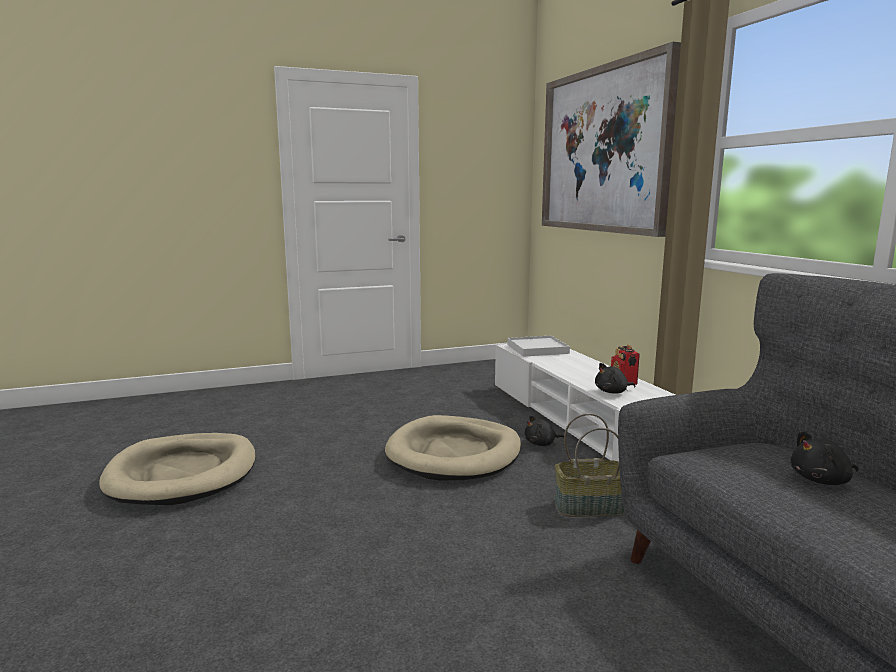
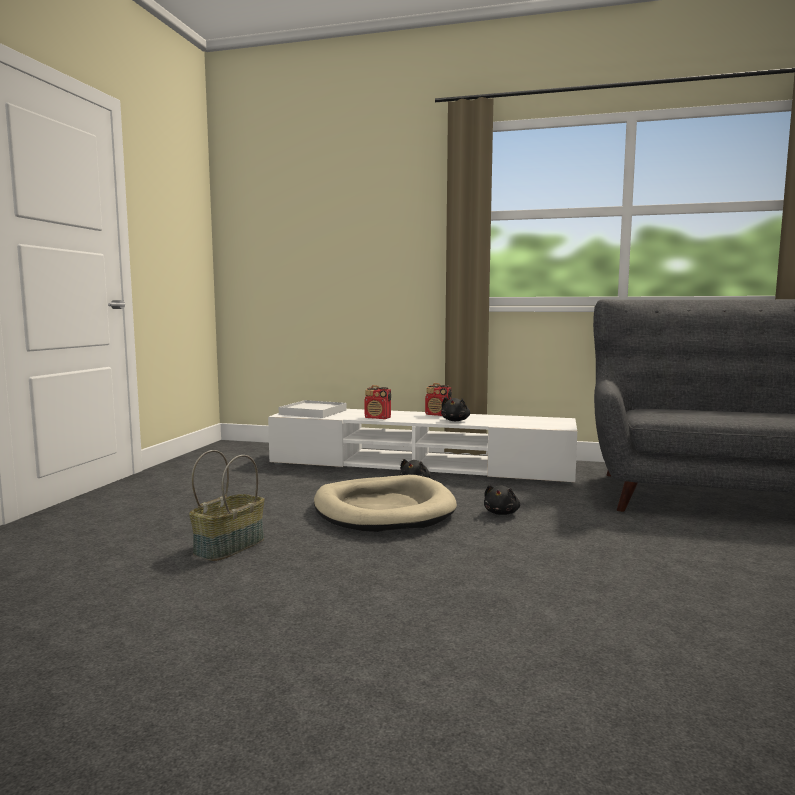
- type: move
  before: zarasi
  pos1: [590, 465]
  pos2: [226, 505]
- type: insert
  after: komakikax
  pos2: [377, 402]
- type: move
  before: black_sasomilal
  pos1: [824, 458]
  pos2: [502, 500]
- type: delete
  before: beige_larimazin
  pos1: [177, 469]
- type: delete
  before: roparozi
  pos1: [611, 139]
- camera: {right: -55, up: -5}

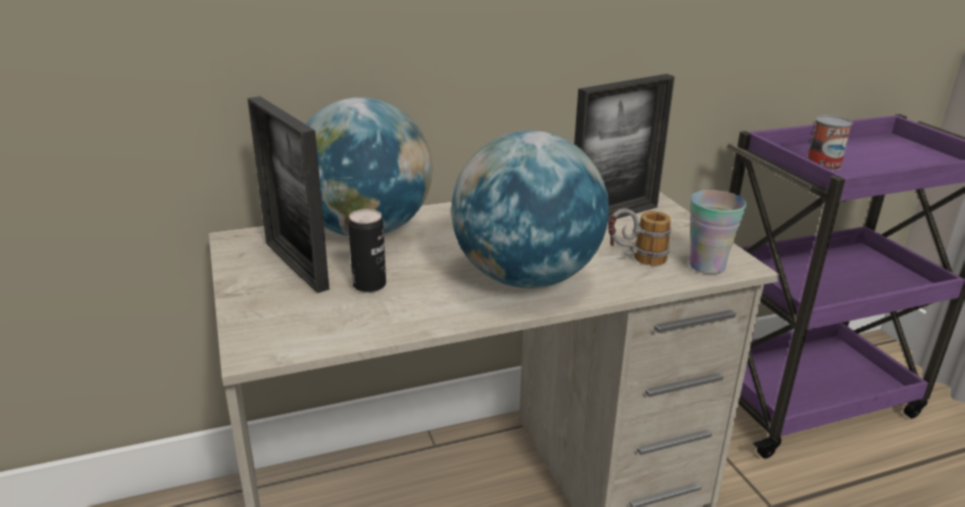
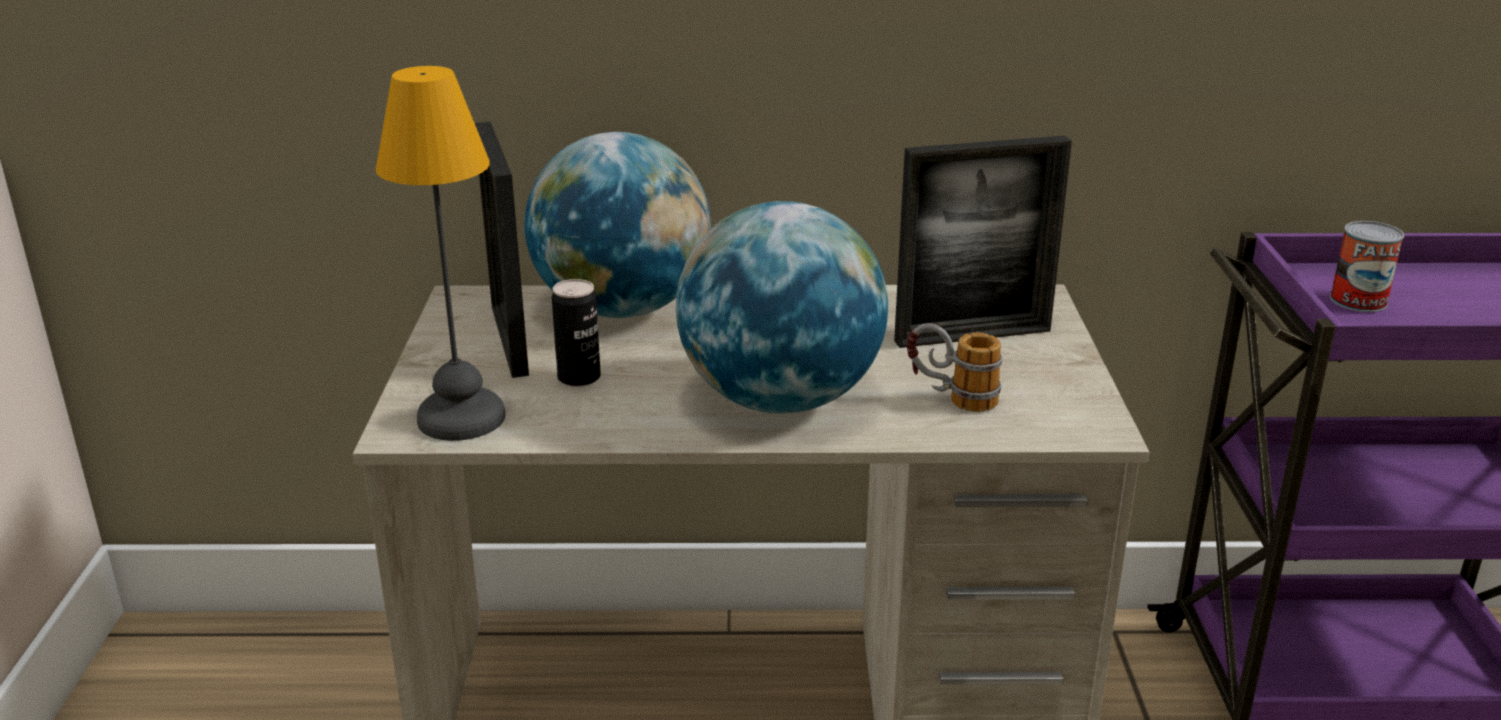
- type: insert
  after: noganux
  pos2: [440, 253]
- type: delete
  before: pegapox
  pos1: [717, 232]
- camera: {right: 20, up: 0}

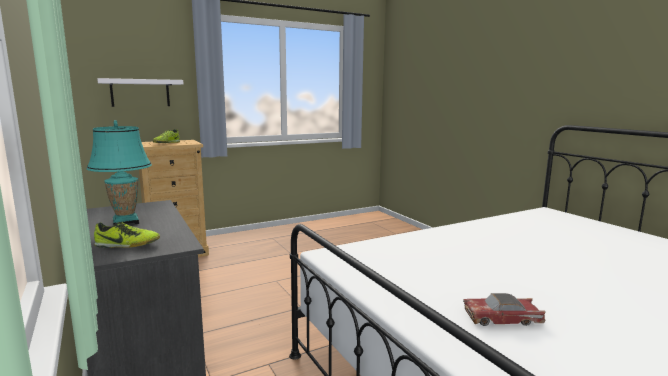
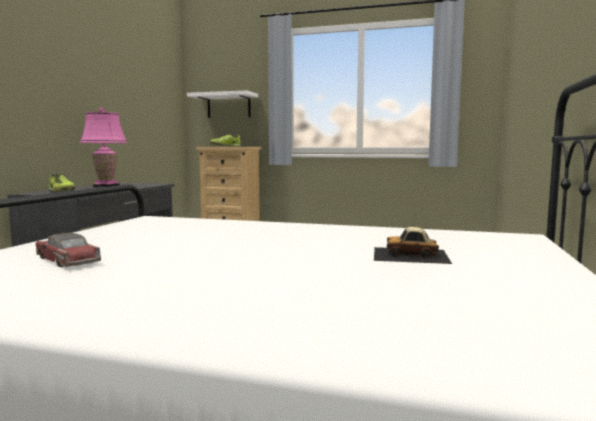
- type: recolor
  before: turquoise_noganux
  after: pink_noganux
  pos1: [119, 173]
  pos2: [104, 147]
- type: insert
  after: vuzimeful
  pos2: [413, 245]
- camera: {right: 45, up: -5}

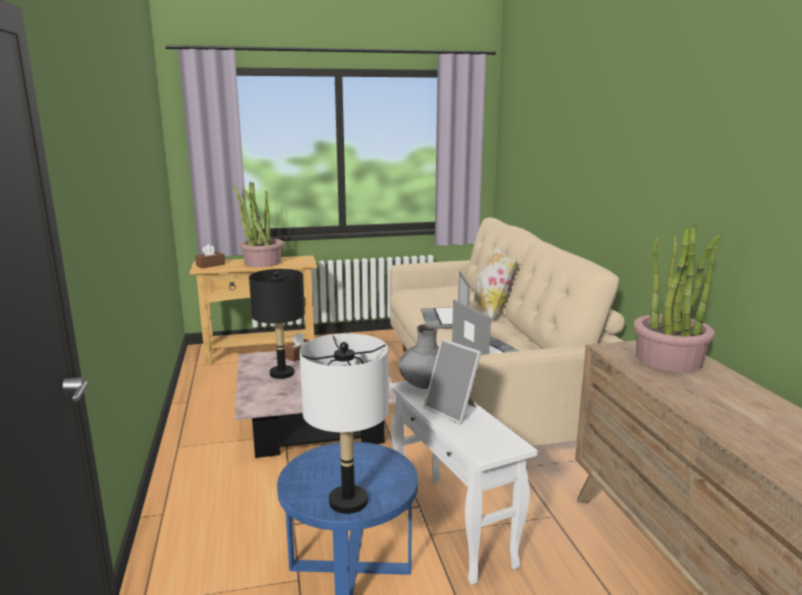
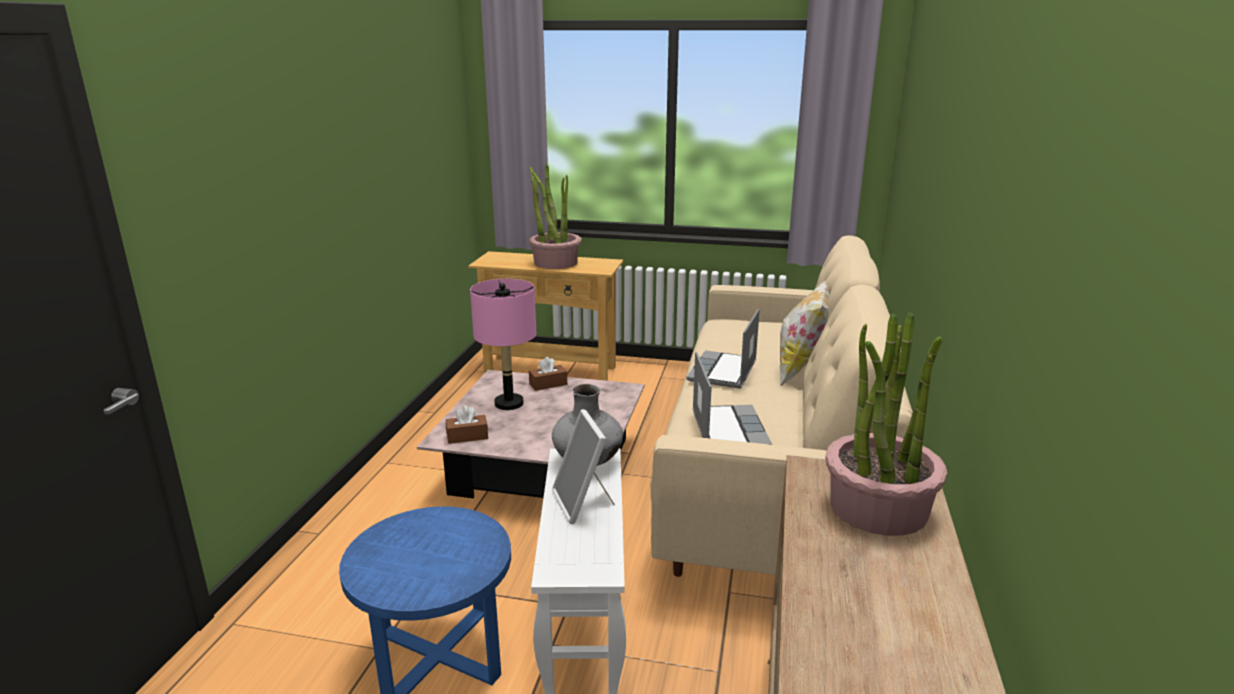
- type: move
  before: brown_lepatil
  pos1: [210, 256]
  pos2: [467, 424]
- type: recolor
  before: black_noganux
  after: pink_noganux
  pos1: [277, 324]
  pos2: [503, 344]
- type: delete
  before: white_noganux
  pos1: [344, 423]
- camera: {right: 25, up: 5}

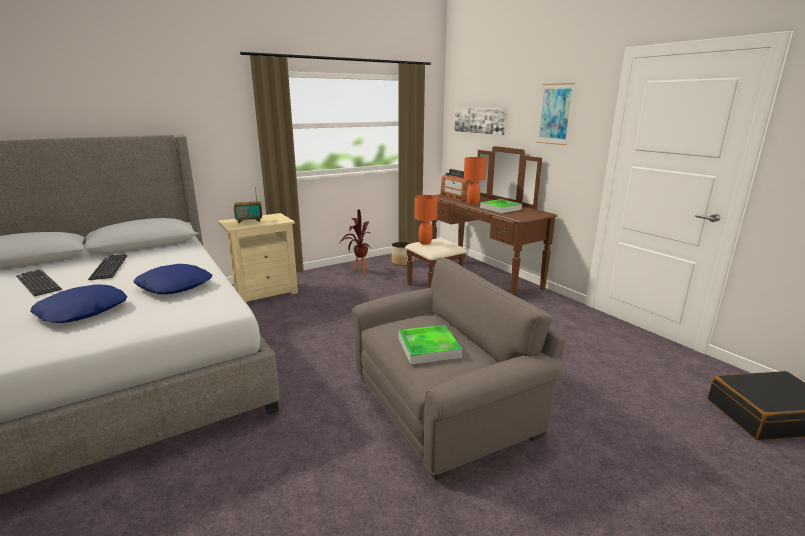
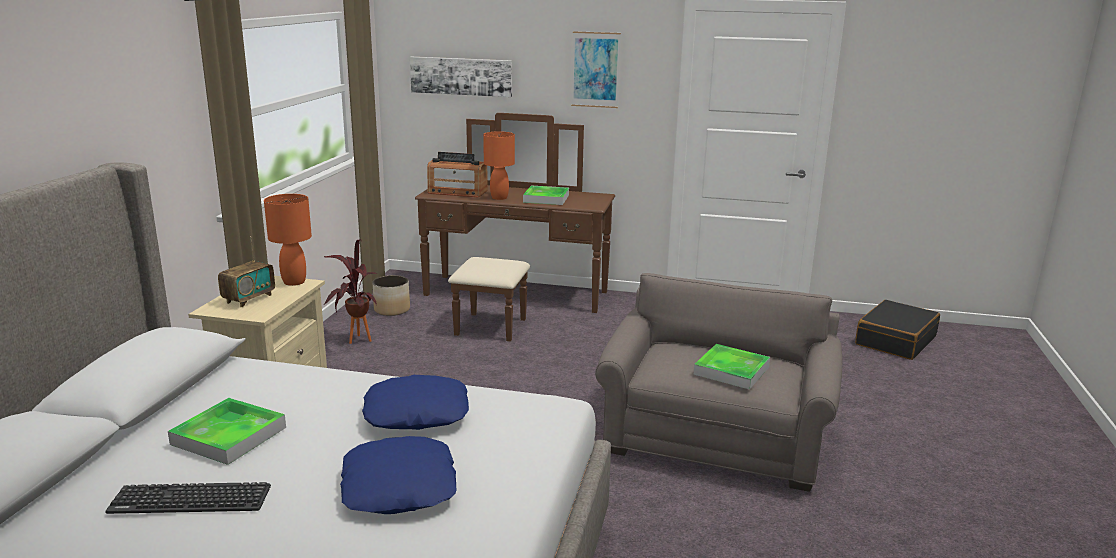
- type: replace
  before: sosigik
  after: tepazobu
  pos1: [107, 267]
  pos2: [227, 431]
- type: move
  before: orange_noganux
  pos1: [426, 220]
  pos2: [288, 240]
- camera: {right: -45, up: 0}

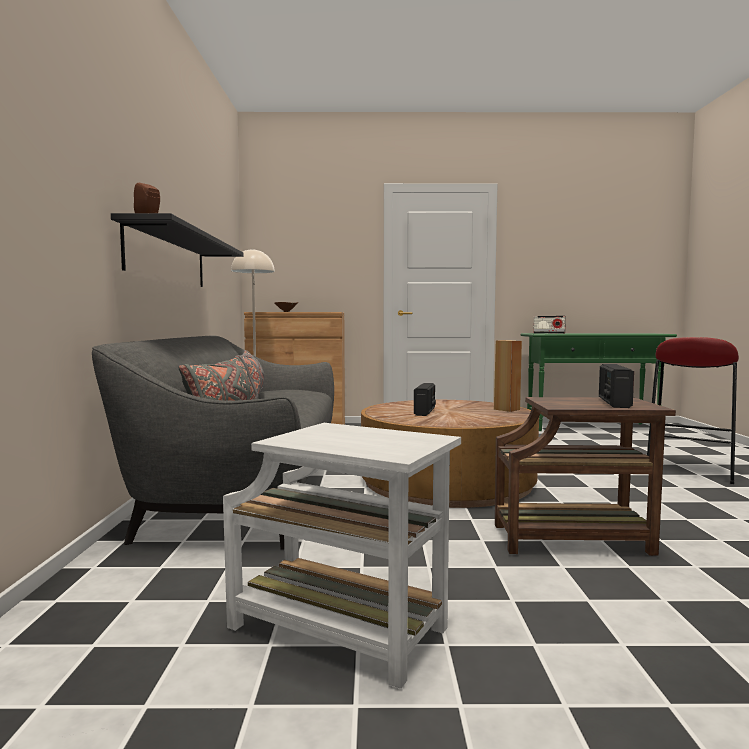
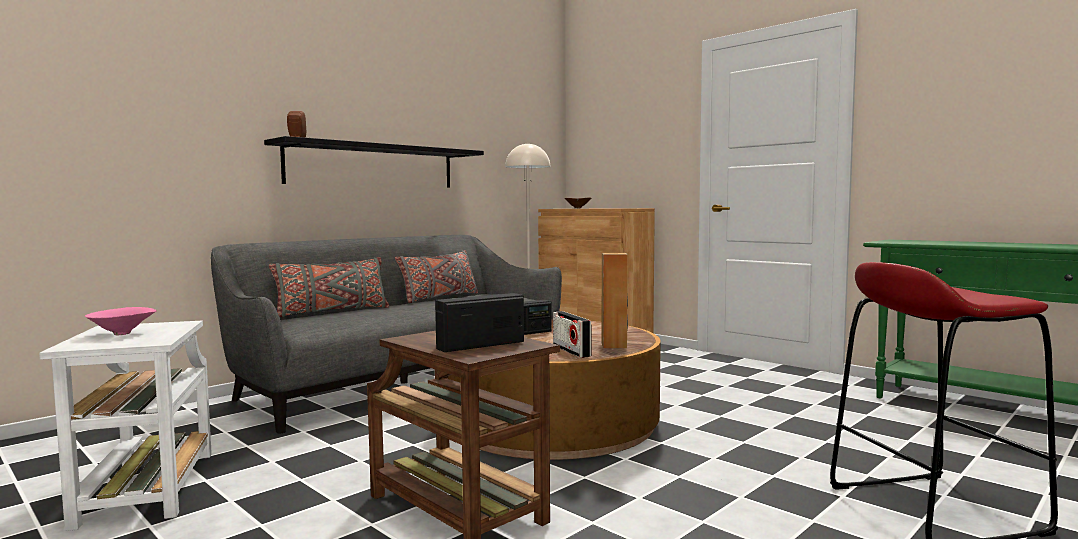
- type: insert
  after: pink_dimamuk
  pos2: [121, 321]
- type: move
  before: komakikax
  pos1: [549, 324]
  pos2: [572, 334]
- camera: {right: 45, up: 0}

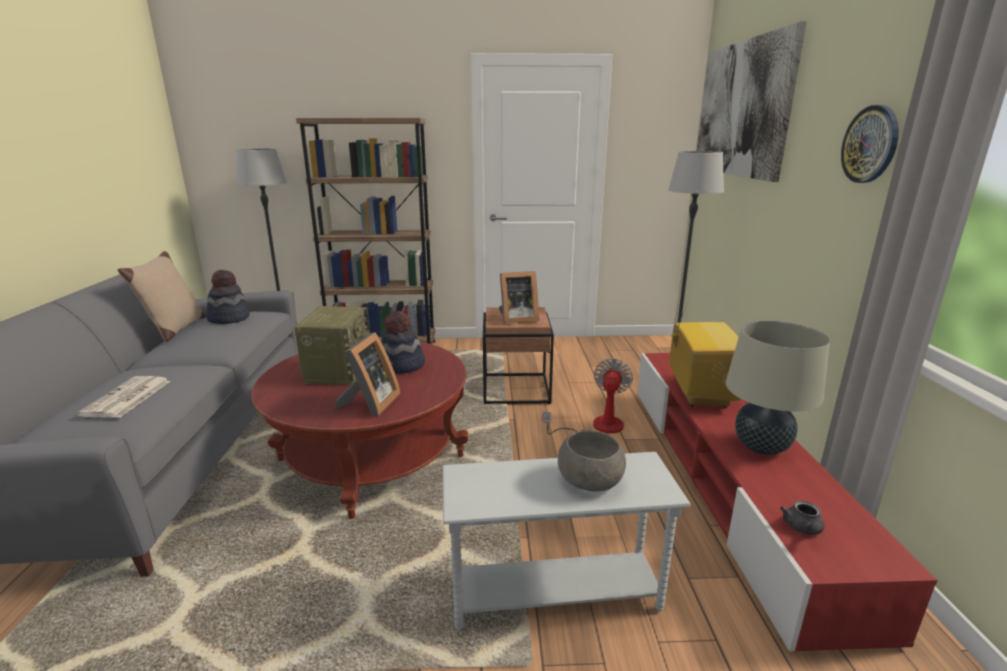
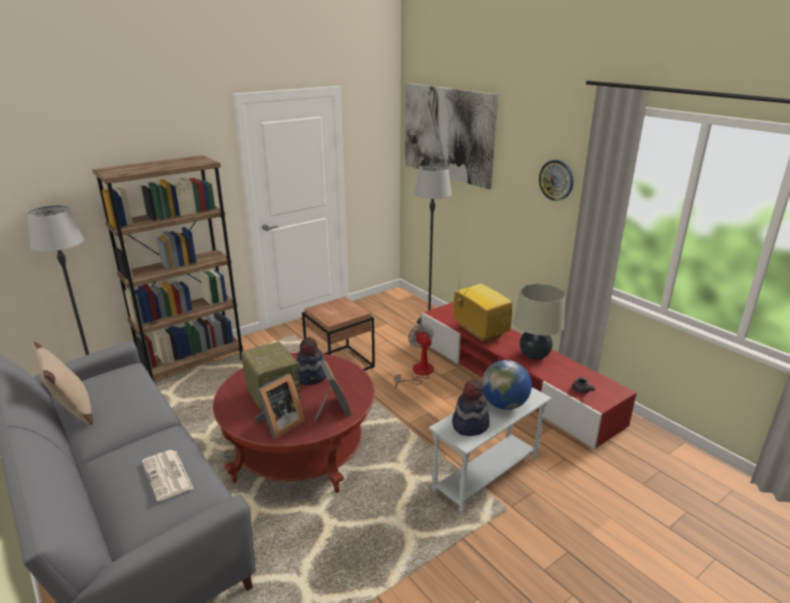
- type: move
  before: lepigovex
  pos1: [519, 297]
  pos2: [280, 406]
- type: move
  before: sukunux
  pos1: [228, 297]
  pos2: [471, 408]
- type: replace
  before: grey_dimamuk
  after: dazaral
  pos1: [592, 461]
  pos2: [507, 385]
- camera: {right: -35, up: 5}

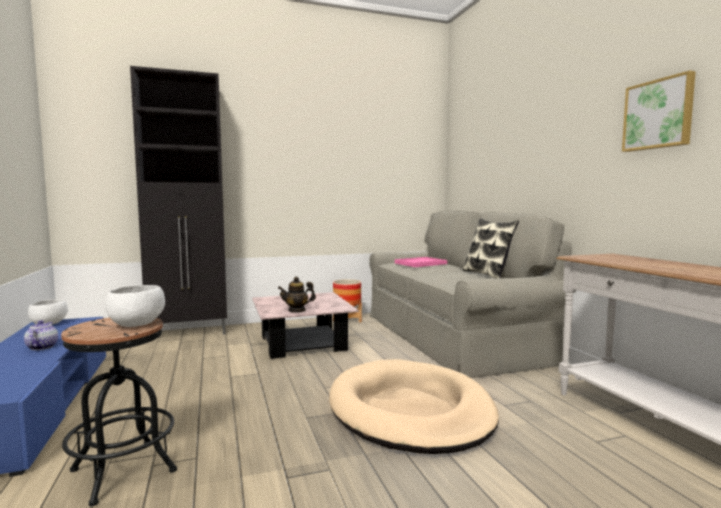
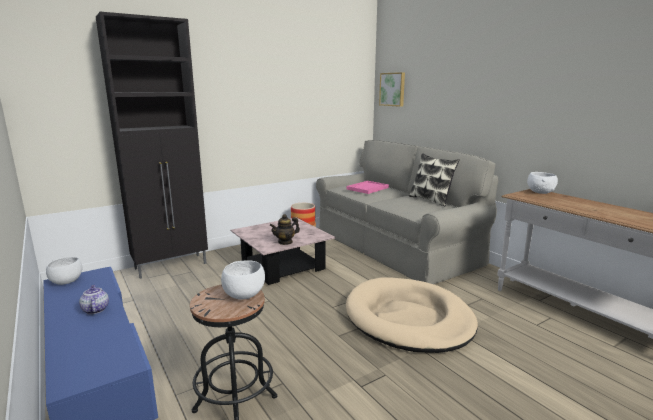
- type: move
  before: roparozi
  pos1: [659, 111]
  pos2: [392, 89]
- type: insert
  after: white_dimamuk
  pos2: [542, 183]
- camera: {right: -15, up: 10}

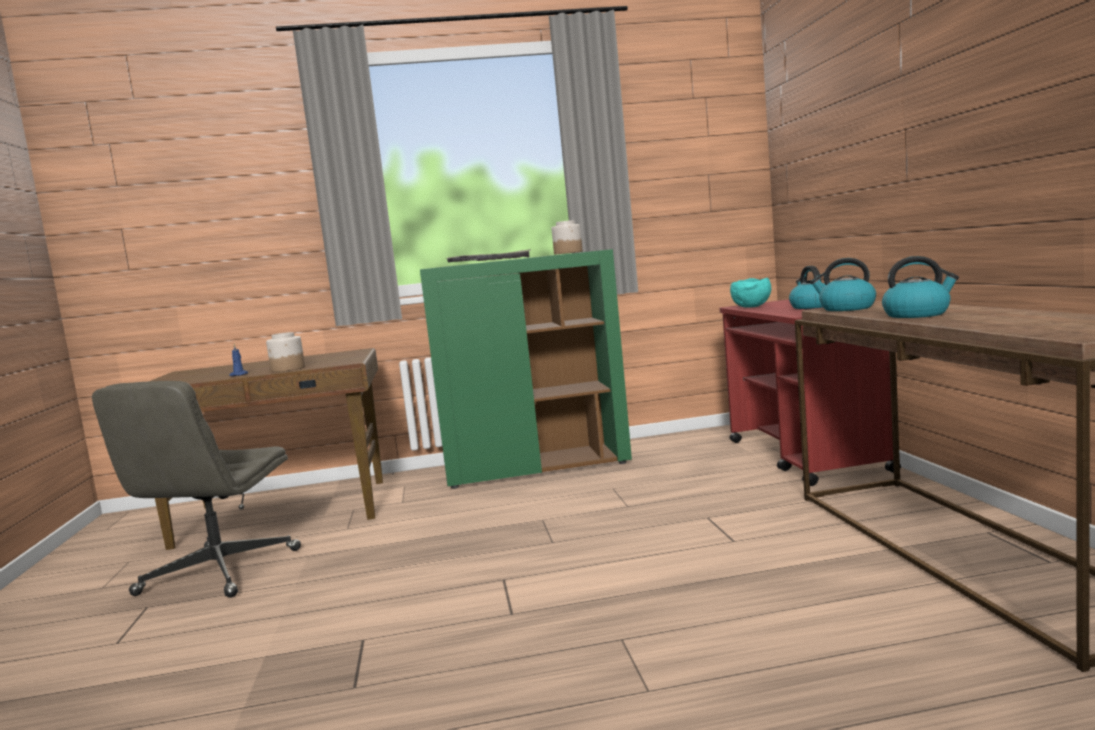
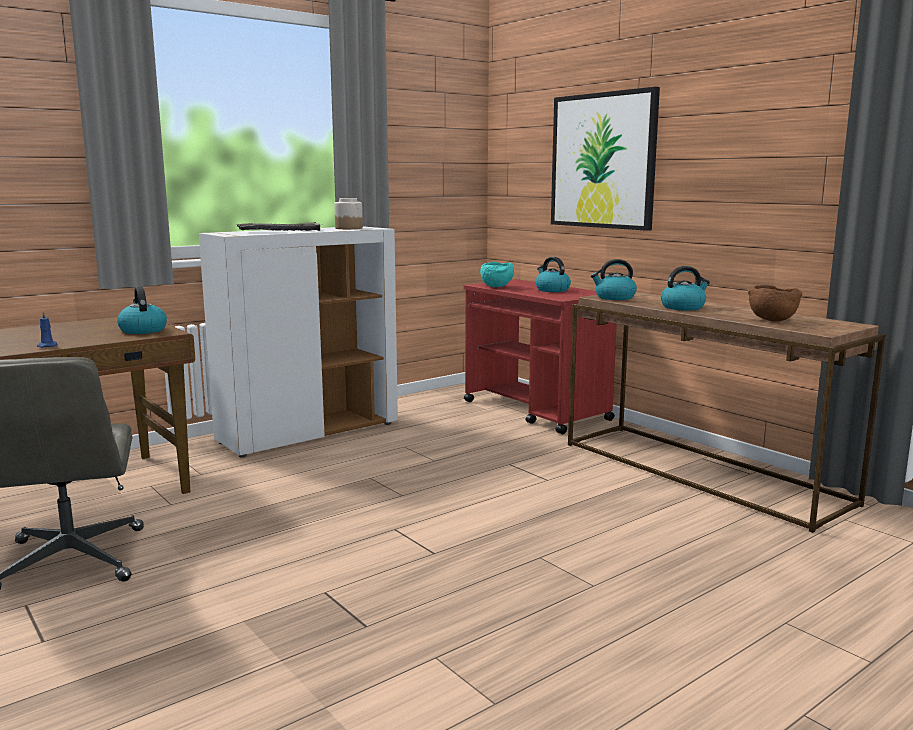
- type: insert
  after: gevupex
  pos2: [142, 310]
- type: recolor
  before: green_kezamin
  after: white_kezamin
  pos1: [526, 369]
  pos2: [298, 342]
- type: insert
  after: roparozi
  pos2: [605, 159]
- type: insert
  after: brown_dimamuk
  pos2: [775, 303]
- type: delete
  before: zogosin
  pos1: [285, 352]
- camera: {right: -30, up: 5}

